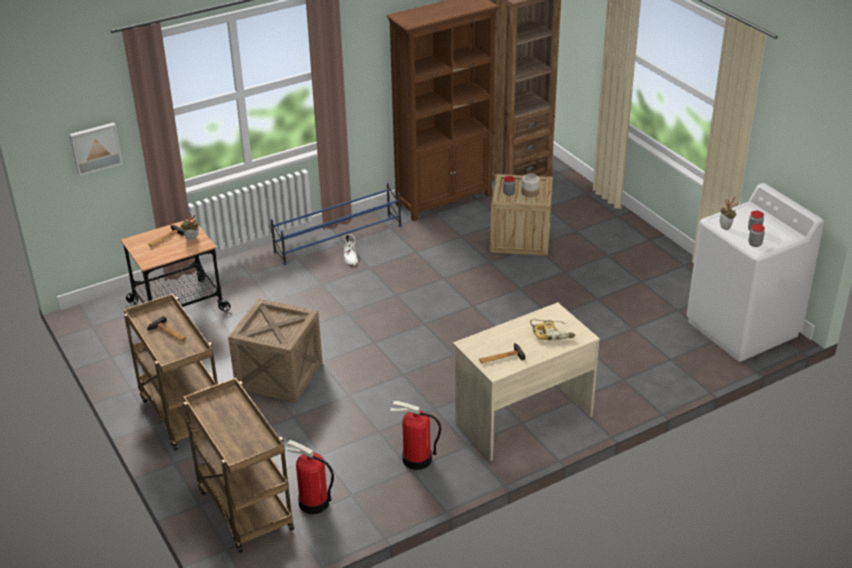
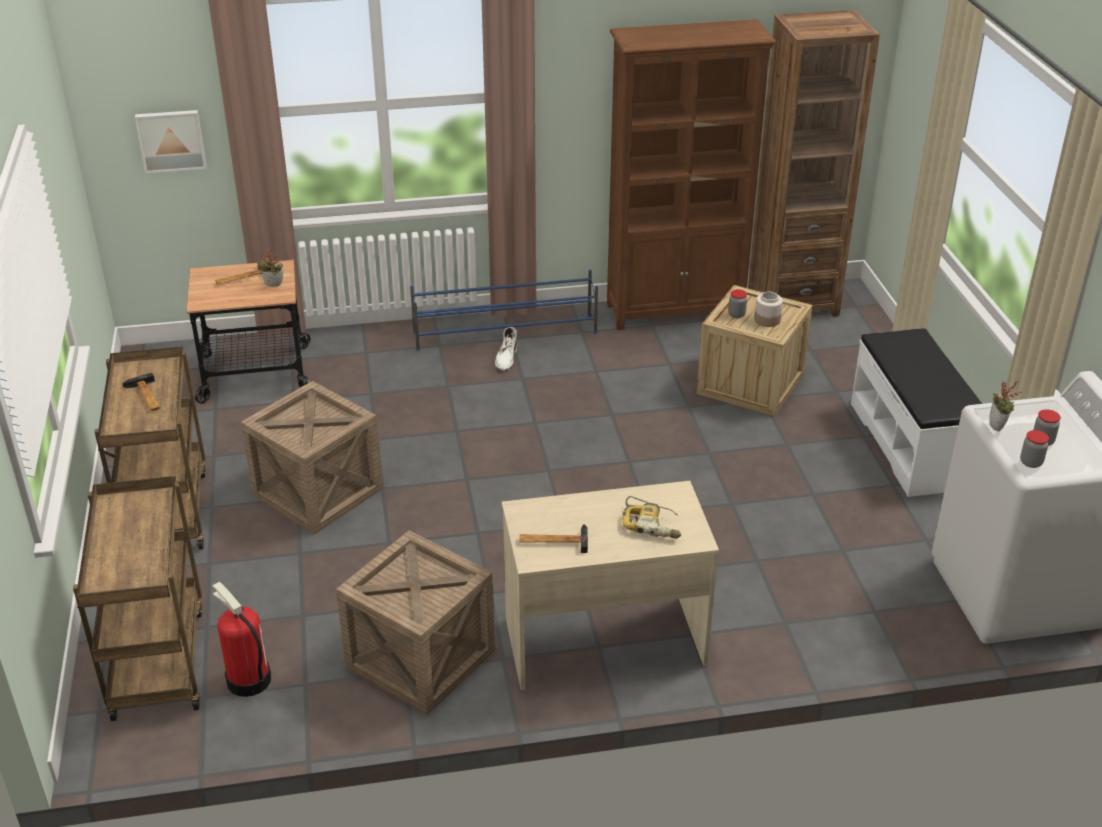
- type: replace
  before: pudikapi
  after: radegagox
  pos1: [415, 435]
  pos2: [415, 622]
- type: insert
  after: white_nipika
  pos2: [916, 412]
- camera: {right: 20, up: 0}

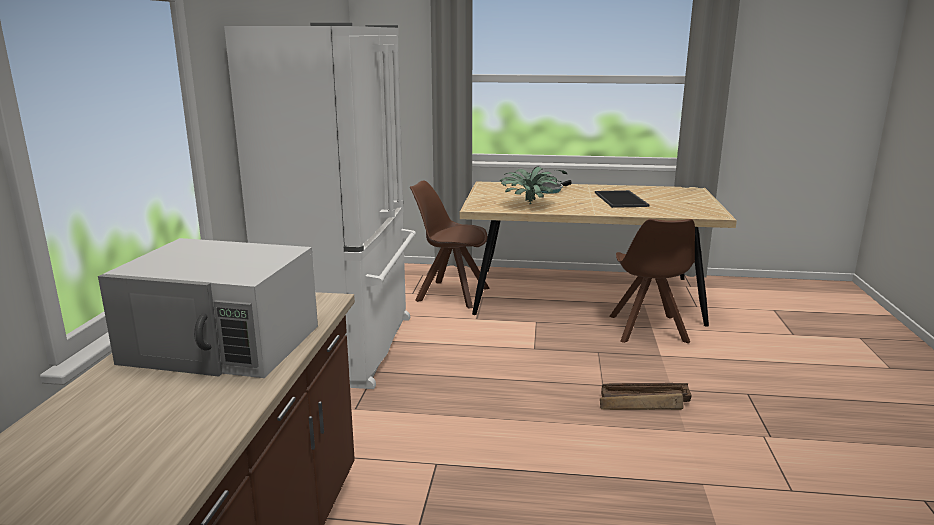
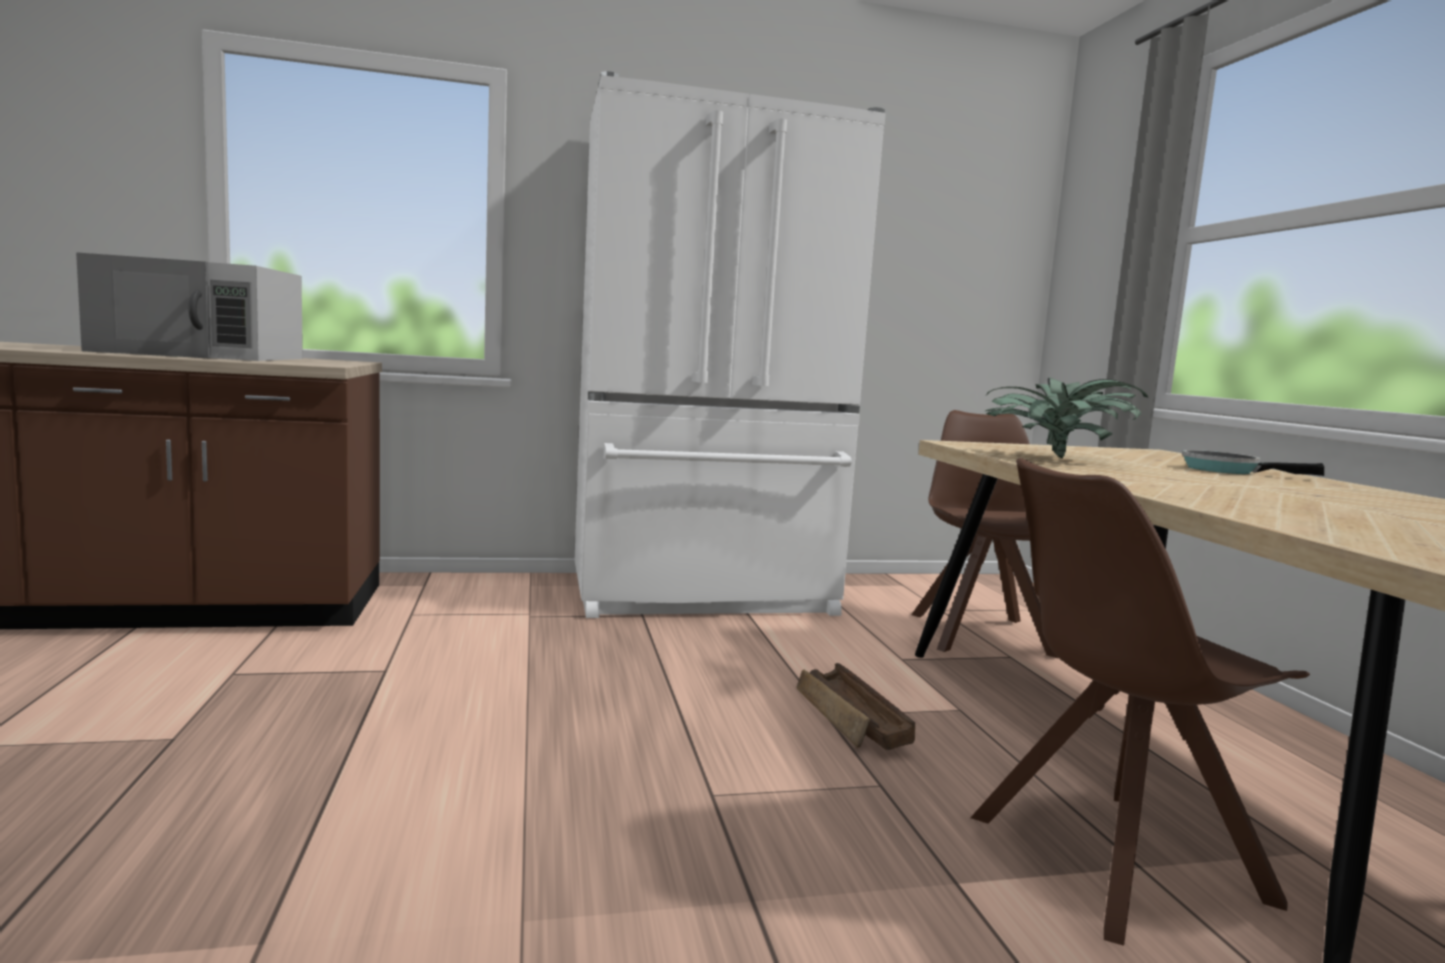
- type: rotate
  before: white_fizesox
  pos1: [208, 308]
  pos2: [189, 306]
  turn: -90
- type: move
  before: radegagox
  pos1: [646, 396]
  pos2: [856, 706]
- type: delete
  before: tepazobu
  pos1: [622, 199]
- camera: {right: 70, up: -10}

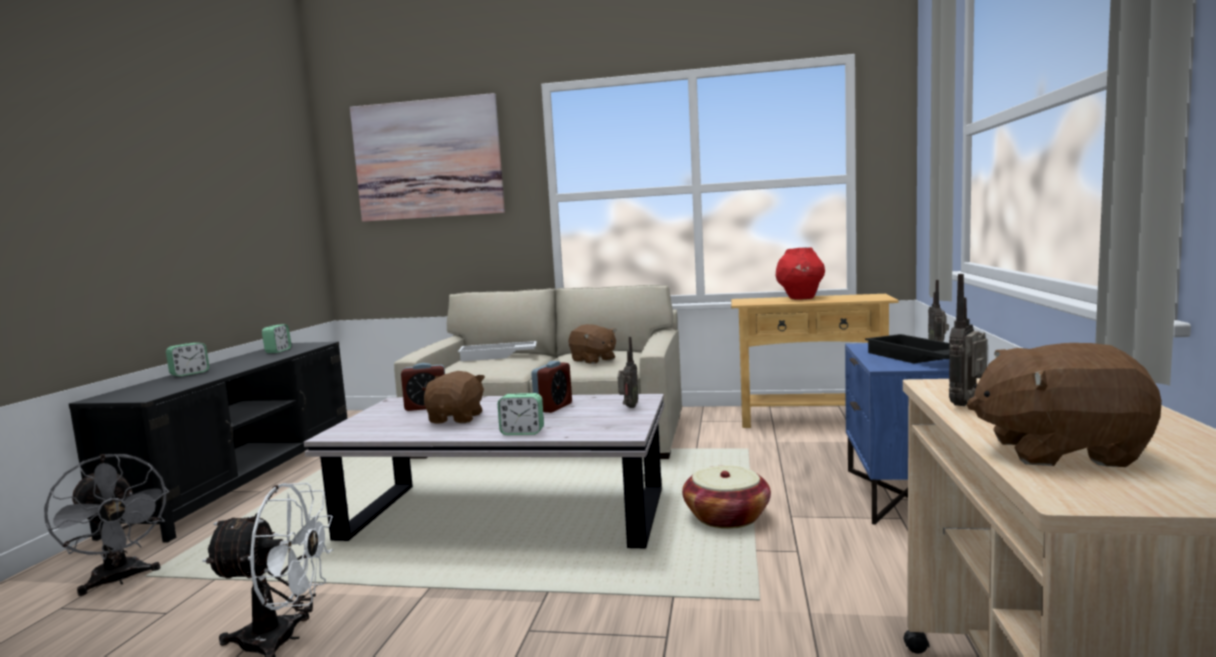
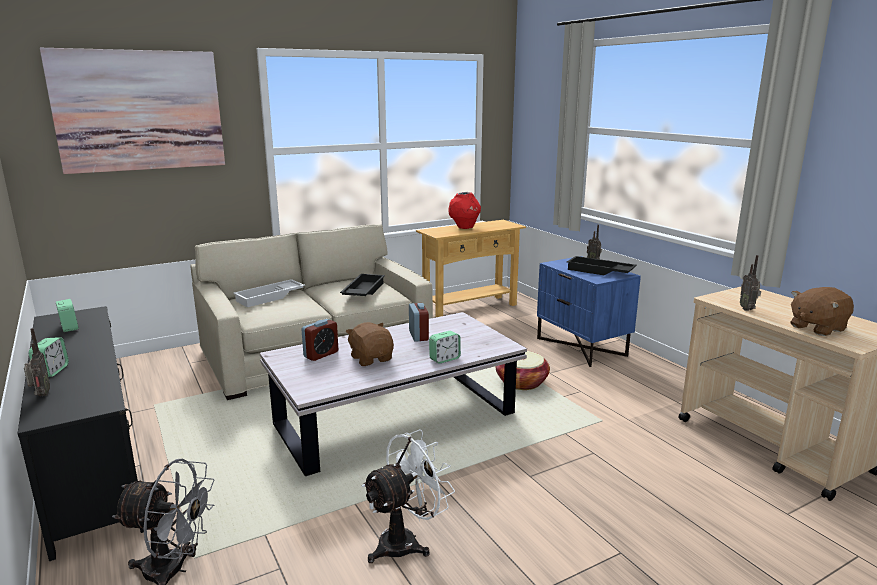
- type: move
  before: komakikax
  pos1: [628, 372]
  pos2: [37, 362]
- type: replace
  before: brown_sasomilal
  after: black_tepazobu
  pos1: [592, 344]
  pos2: [362, 285]
- camera: {right: -40, up: 10}

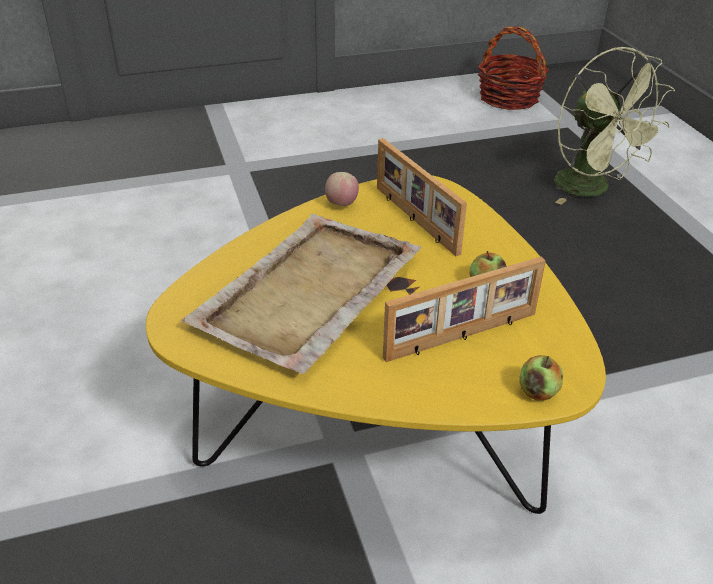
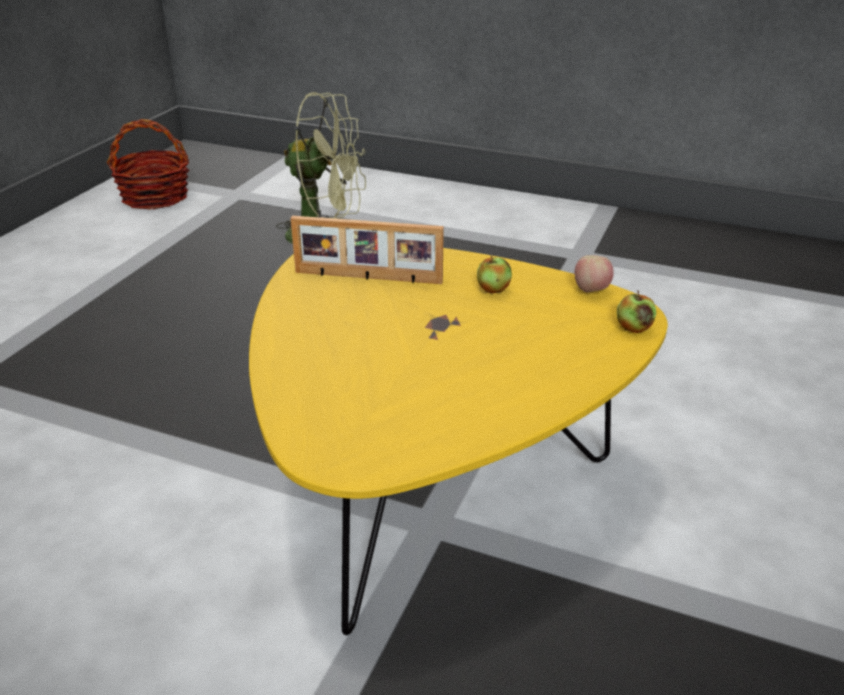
- type: move
  before: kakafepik
  pos1: [342, 189]
  pos2: [594, 273]
- type: delete
  before: beige_tepazobu
  pos1: [301, 294]
- type: delete
  before: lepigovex
  pos1: [464, 309]
- camera: {right: -50, up: -5}

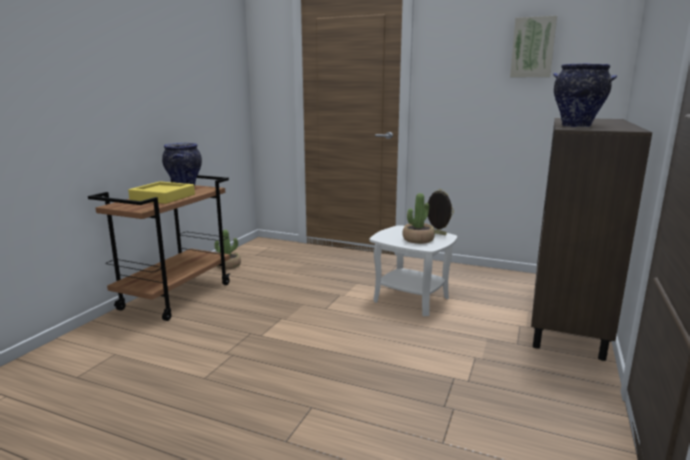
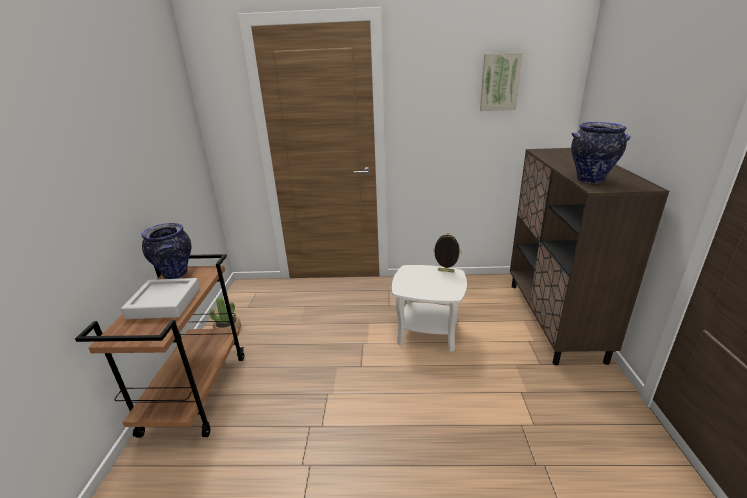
- type: recolor
  before: yellow_tepazobu
  after: grey_tepazobu
  pos1: [161, 192]
  pos2: [160, 298]
- type: delete
  before: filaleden
  pos1: [418, 218]
- camera: {right: -20, up: 10}

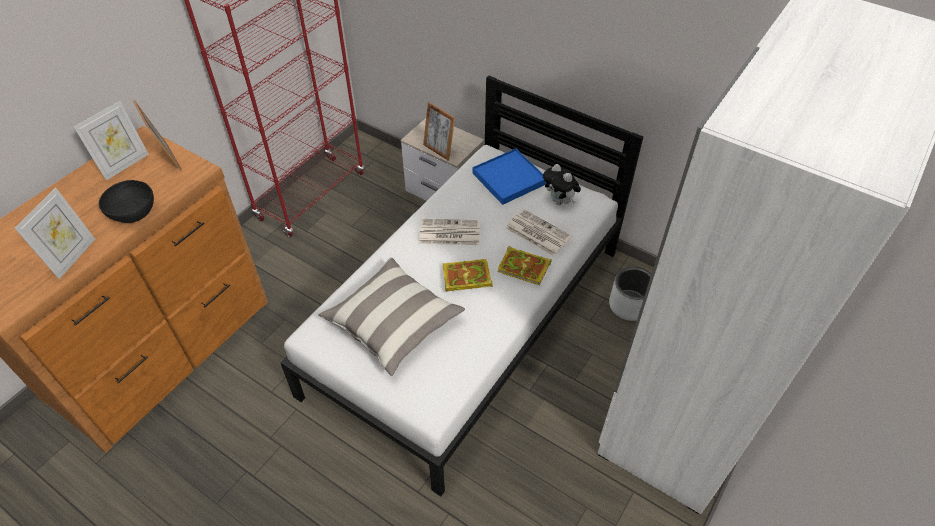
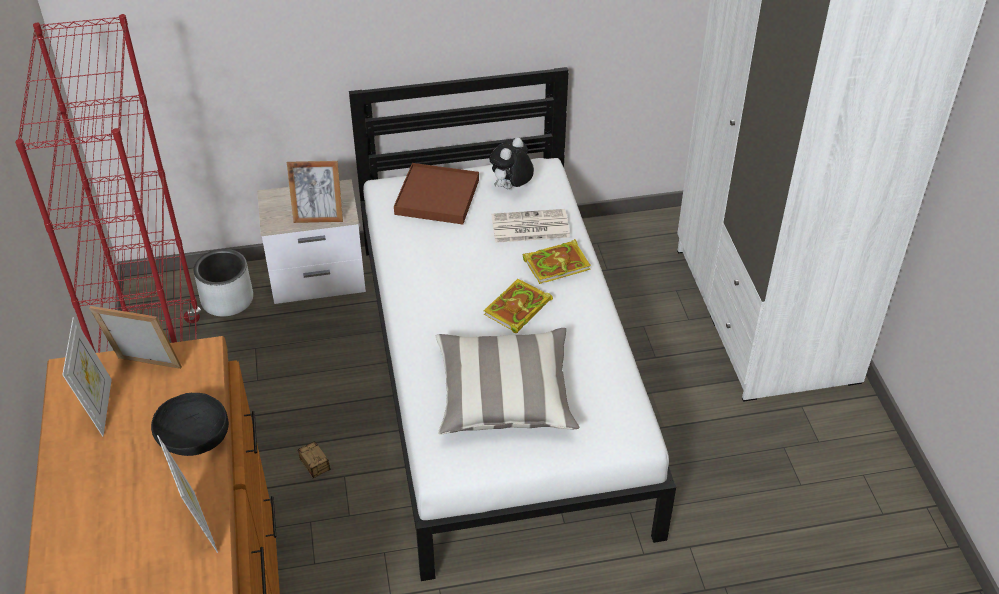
- type: move
  before: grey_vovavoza
  pos1: [630, 294]
  pos2: [223, 282]
- type: insert
  after: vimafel
  pos2: [321, 459]
- type: recolor
  before: blue_tepazobu
  after: brown_tepazobu
  pos1: [509, 176]
  pos2: [436, 193]
- type: rotate
  before: sasomilal
  pos1: [562, 184]
  pos2: [511, 163]
  turn: 120
- type: delete
  before: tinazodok
  pos1: [449, 232]
- camera: {right: -45, up: -5}

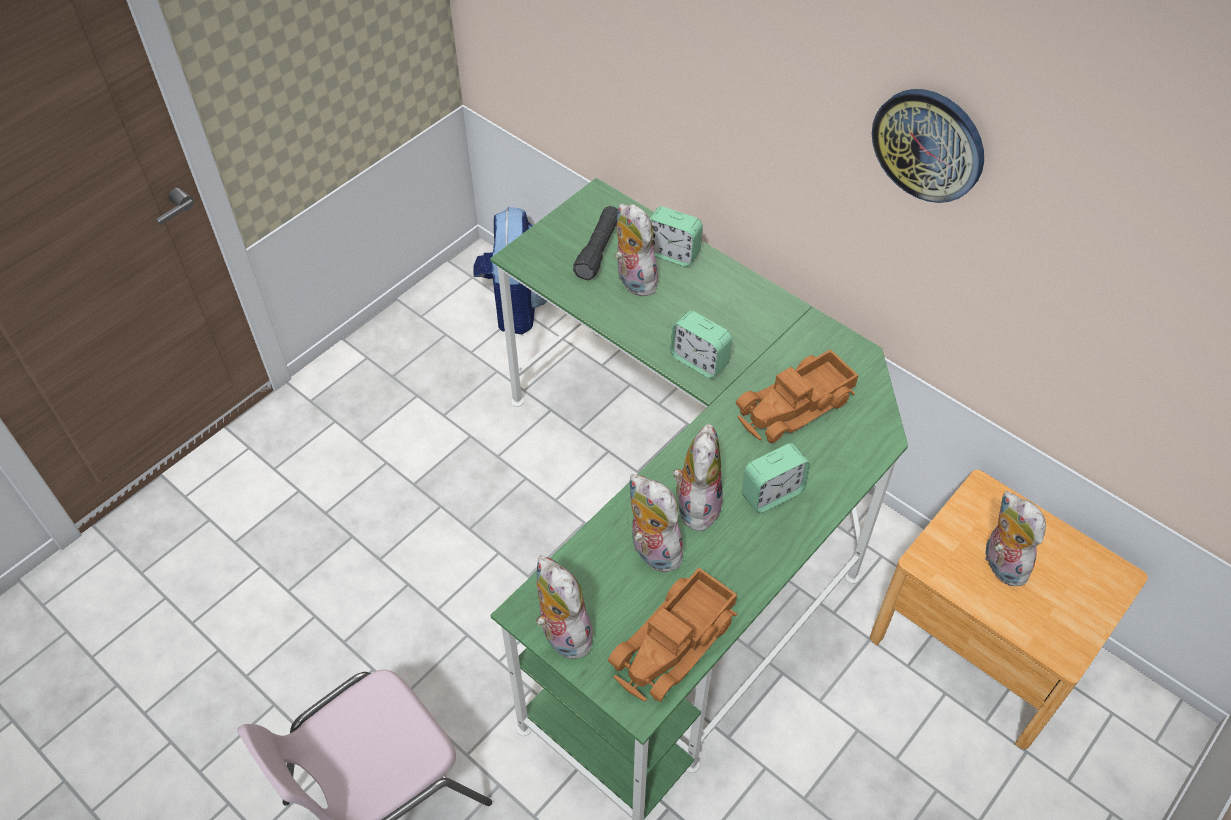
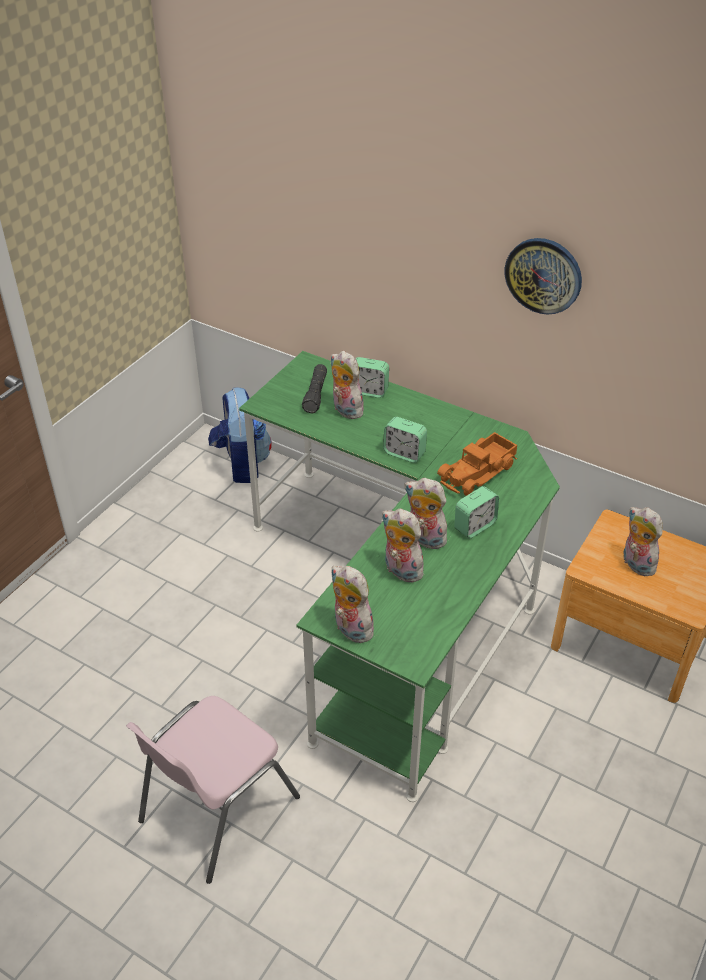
- type: rotate
  before: sasomilal
  pos1: [698, 478]
  pos2: [428, 513]
  turn: -60
- type: delete
  before: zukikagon
  pos1: [672, 635]
- camera: {right: -10, up: -10}

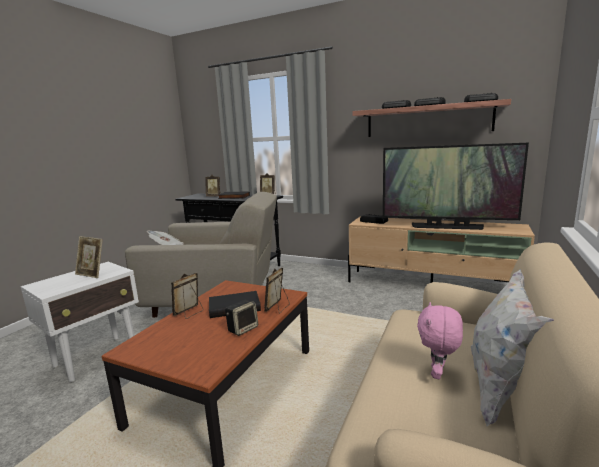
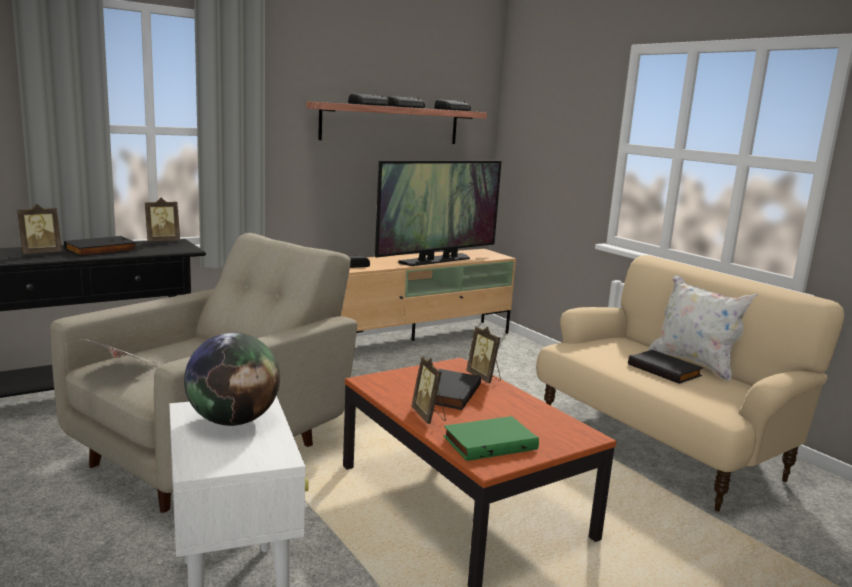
- type: replace
  before: lepigovex
  after: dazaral
  pos1: [89, 257]
  pos2: [232, 379]
- type: insert
  after: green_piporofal
  pos2: [491, 438]
- type: replace
  before: pink_sasomilal
  after: black_piporofal
  pos1: [440, 340]
  pos2: [665, 367]
- type: delete
  before: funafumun
  pos1: [241, 318]
- camera: {right: -60, up: 0}

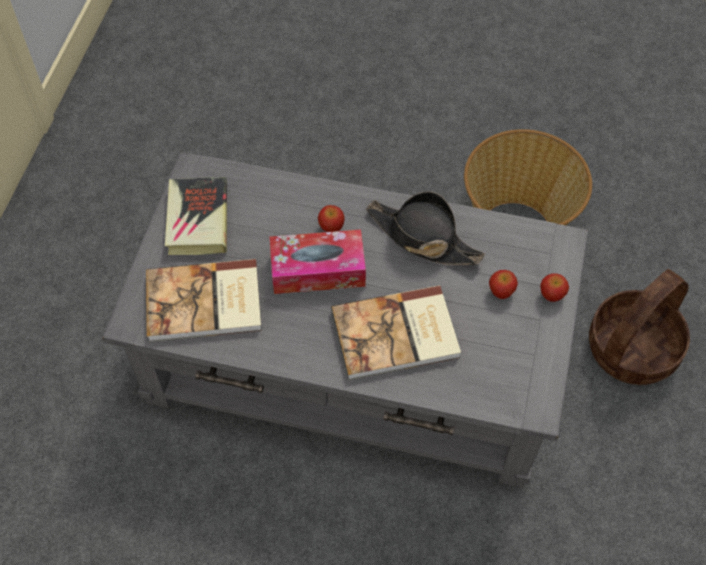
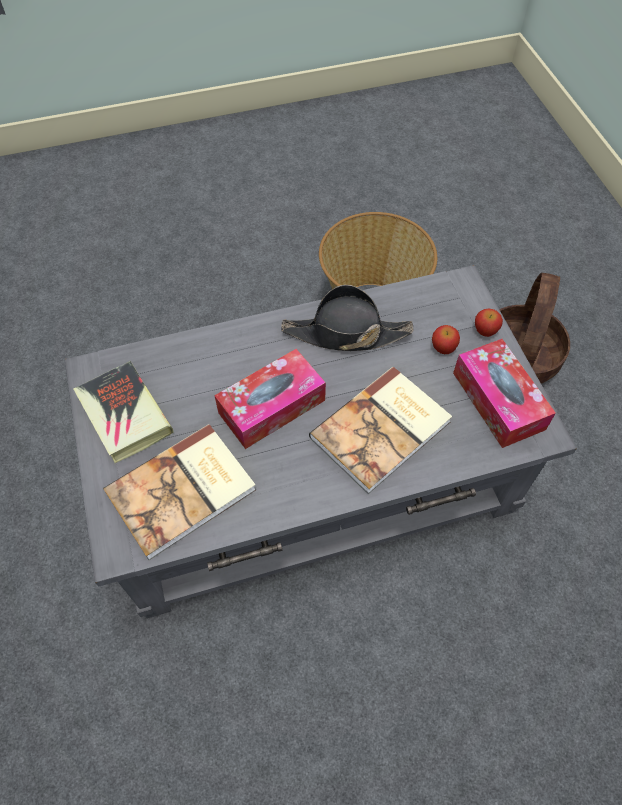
- type: insert
  after: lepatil
  pos2: [504, 393]
- type: delete
  before: kakafepik
  pos1: [331, 218]
- camera: {right: -30, up: 0}

